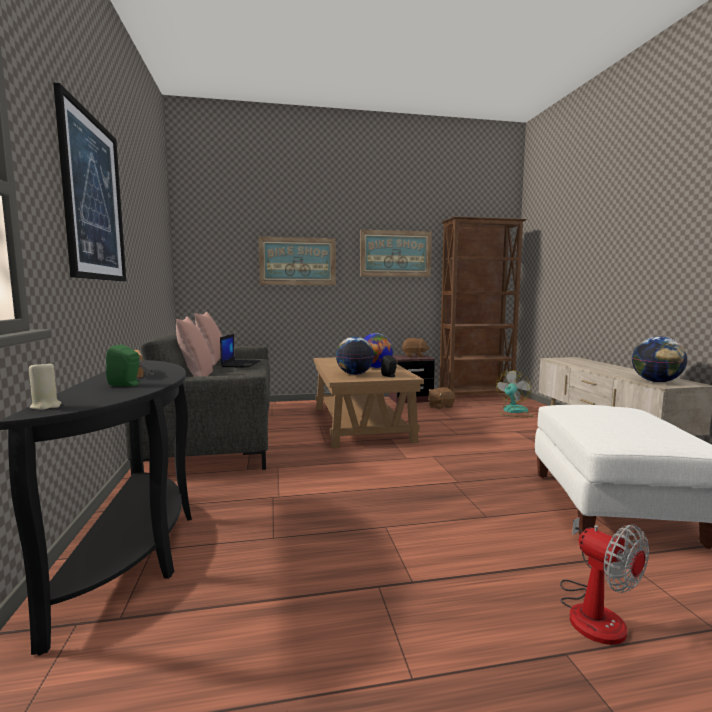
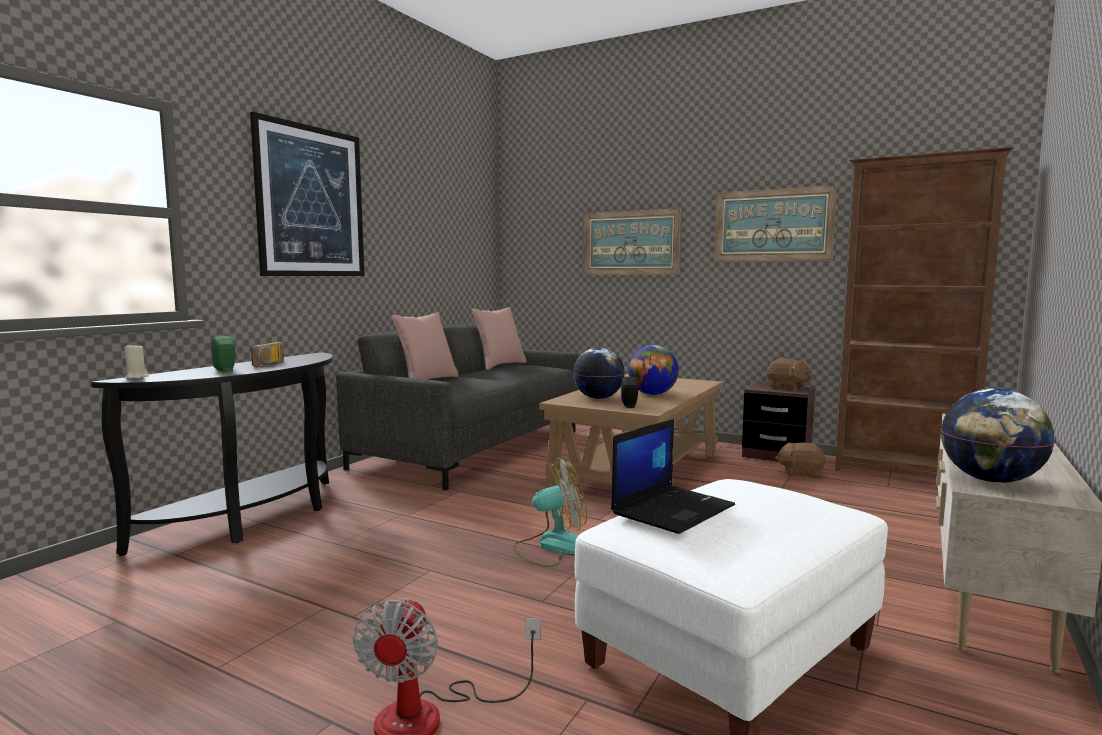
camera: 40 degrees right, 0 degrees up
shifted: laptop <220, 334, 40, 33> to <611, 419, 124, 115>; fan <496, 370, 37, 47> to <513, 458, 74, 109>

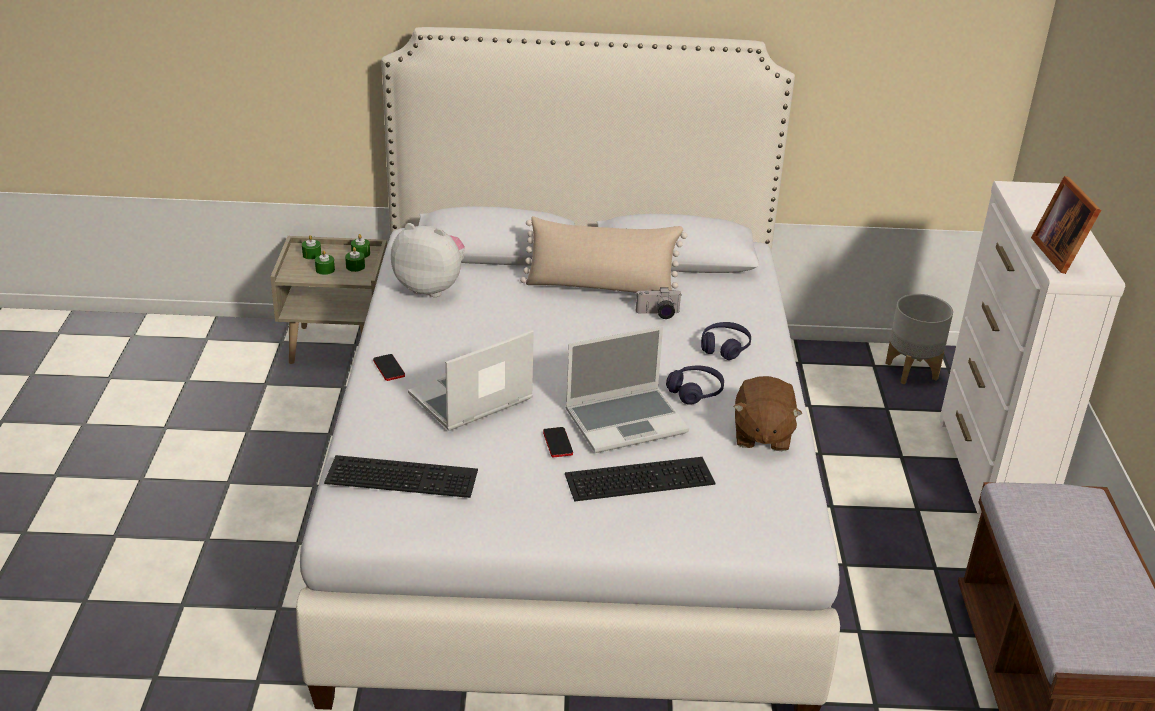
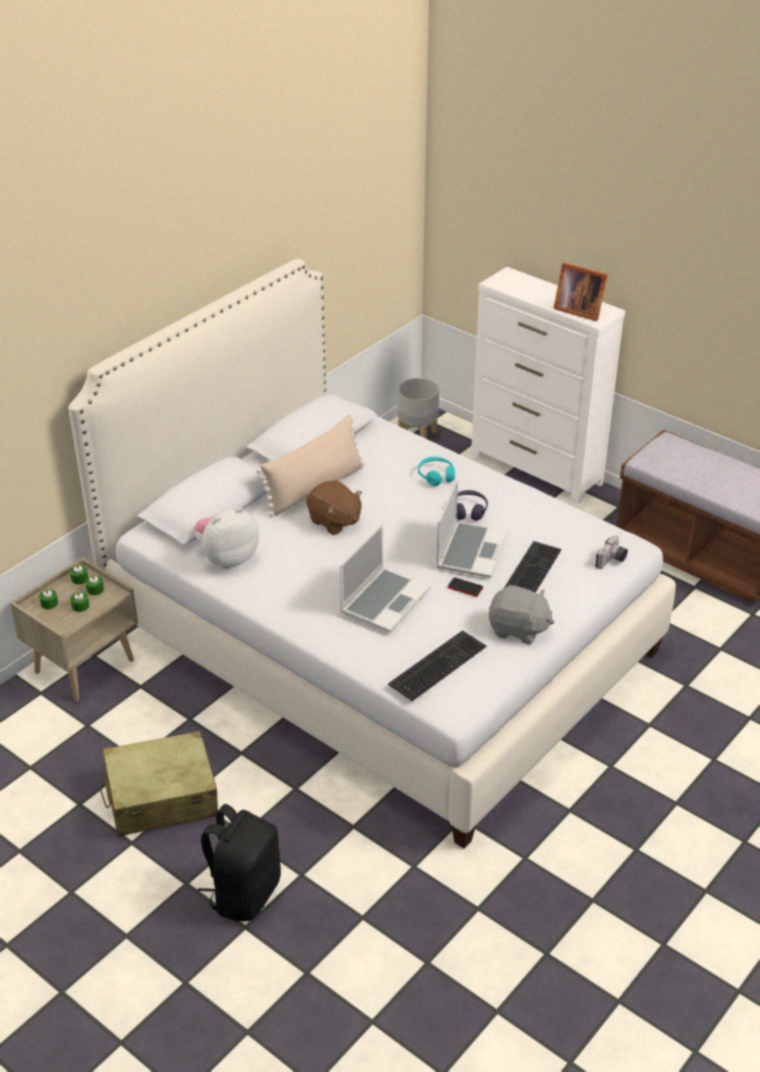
camera: 50 degrees left, 5 degrees up
gone: phone <373, 354, 32, 27>
new: beige suitcase <100, 731, 119, 106>; black backpack <198, 804, 83, 117>; grey plush toy <489, 585, 65, 59>
shifted: photo camera <636, 287, 45, 32> to <595, 535, 33, 34>; brown plush toy <733, 376, 69, 75> to <306, 480, 56, 55>
repainted: purple headphones <701, 322, 50, 38> to turquoise headphones <418, 457, 37, 29>
rotated: laptop <408, 330, 126, 101> = <340, 524, 90, 109> 150 degrees counterclockwise

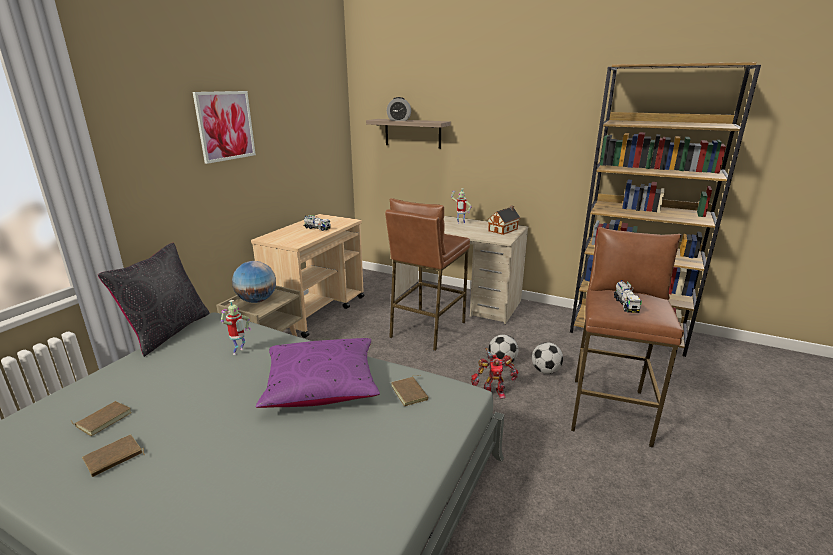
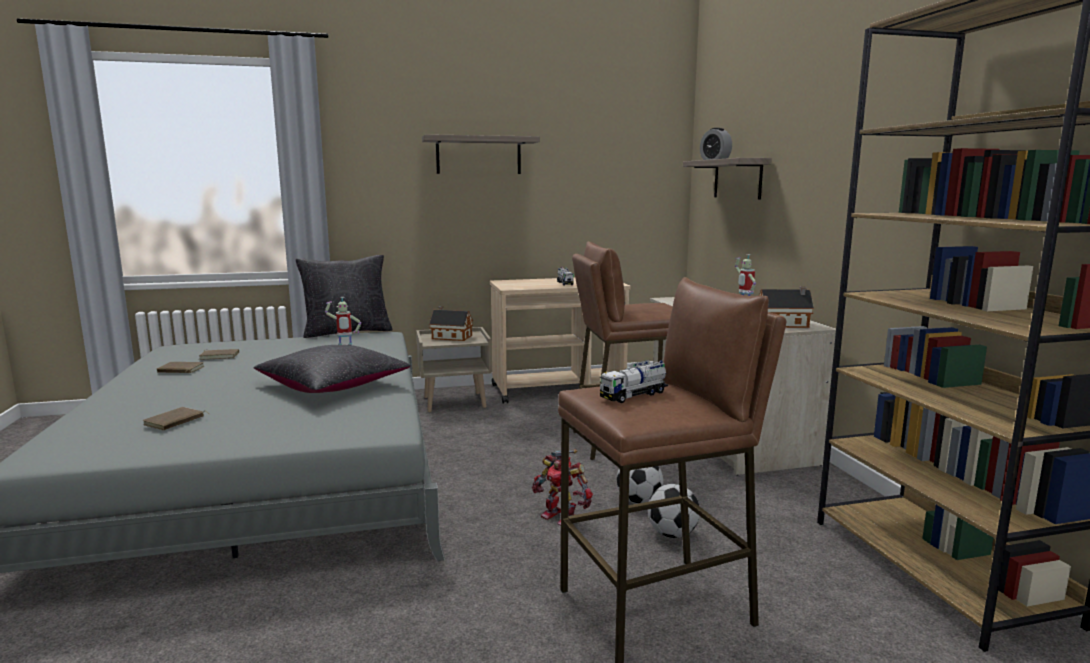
camera: 50 degrees right, 10 degrees down
shifted: brown book <391, 375, 37, 31> to <143, 407, 66, 23>
swapped: picture <193, 91, 63, 73> to shelf <422, 134, 118, 40>; globe <232, 261, 44, 42> to toy house <429, 306, 44, 35>
repainted: purple pillow <256, 338, 124, 70> to black pillow <254, 345, 156, 48>

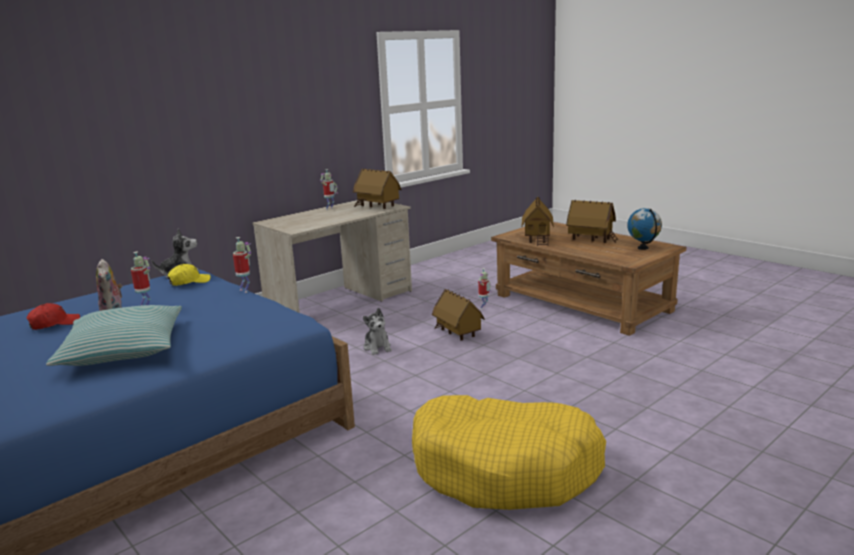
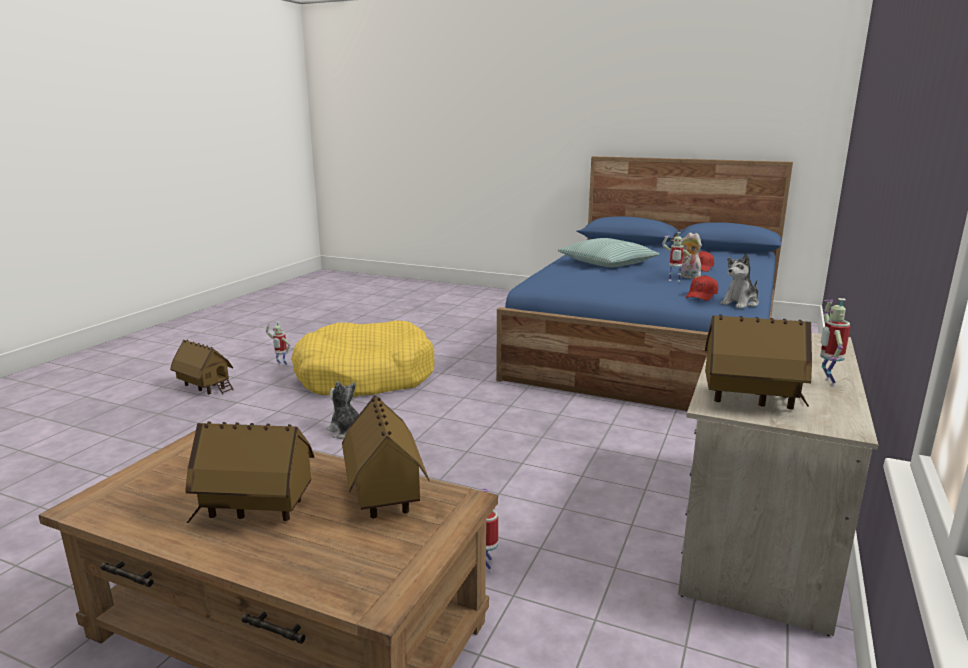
camera: 155 degrees right, 0 degrees up
gone: globe <627, 208, 35, 42>
shifted: toy robot <233, 237, 18, 56> to <266, 322, 24, 45>; plush toy <363, 308, 29, 47> to <326, 381, 33, 58>; toy house <432, 289, 53, 52> to <170, 340, 64, 55>
repainted: yellow cap <168, 264, 43, 22> to red cap <686, 275, 32, 26>

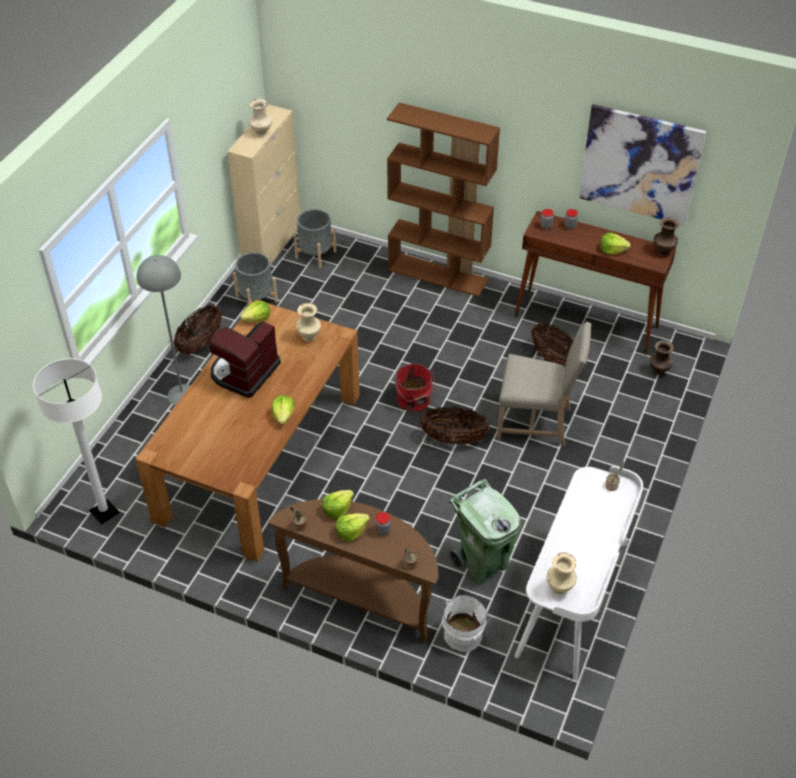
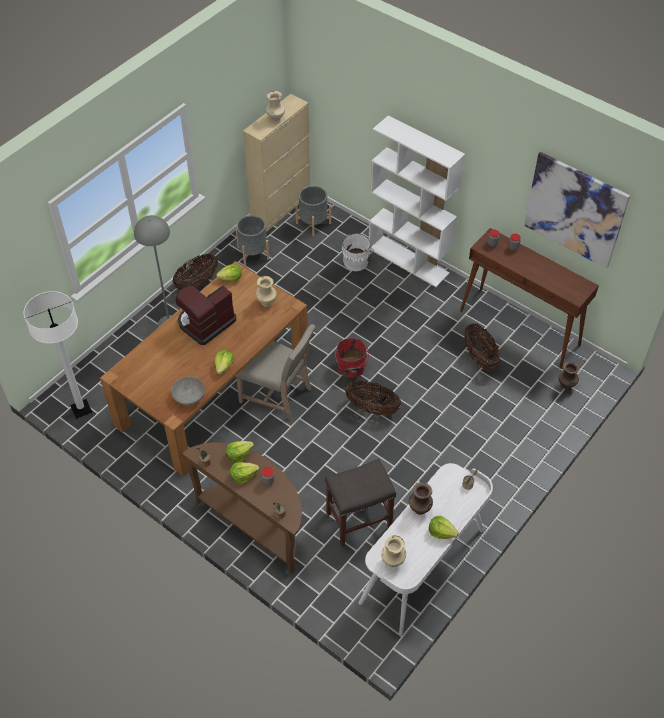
camera: 15 degrees right, 5 degrees up
new: grey bowl <171, 376, 34, 29>
shifted: white bucket <442, 595, 48, 57> to <342, 233, 32, 38>; beige chair <497, 322, 95, 124> to <236, 324, 80, 96>; lettuce <600, 232, 31, 22> to <429, 516, 30, 23>; brown vase <654, 217, 25, 39> to <409, 482, 24, 33>
swapped: green trash can <449, 479, 73, 106> to grey stool <325, 459, 71, 88>
repainted: brown bookcase <387, 103, 113, 194> to white bookcase <369, 115, 96, 172>

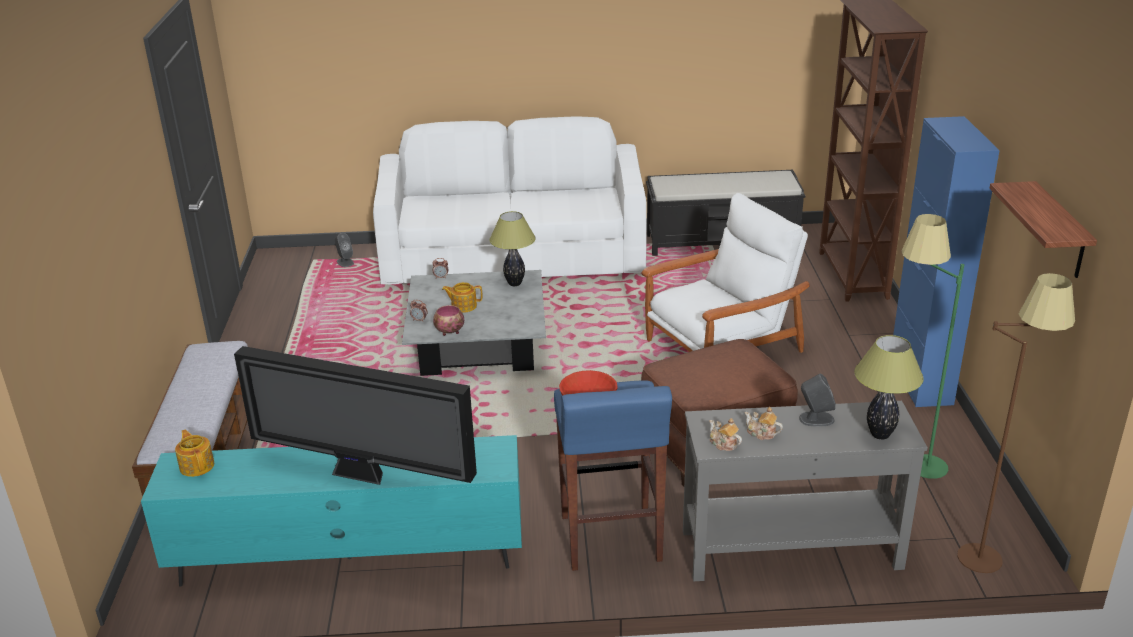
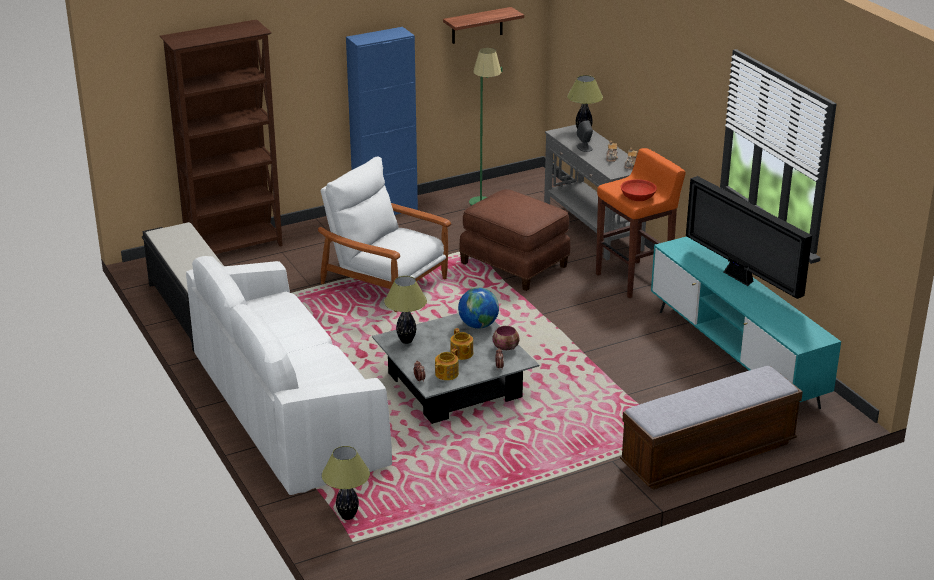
camera: 115 degrees left, 0 degrees up
gone: brown floor lamp <957, 273, 118, 300>
new: globe <458, 288, 41, 41>
shifted: teapot <175, 429, 39, 48> to <435, 349, 24, 31>
swapped: grey speaker <335, 233, 19, 34> to table lamp <322, 446, 48, 74>
repainted: blue stool <554, 380, 118, 191> to orange stool <596, 148, 90, 150>
rotated: television <234, 346, 243, 139> = <686, 176, 126, 123> 150 degrees clockwise

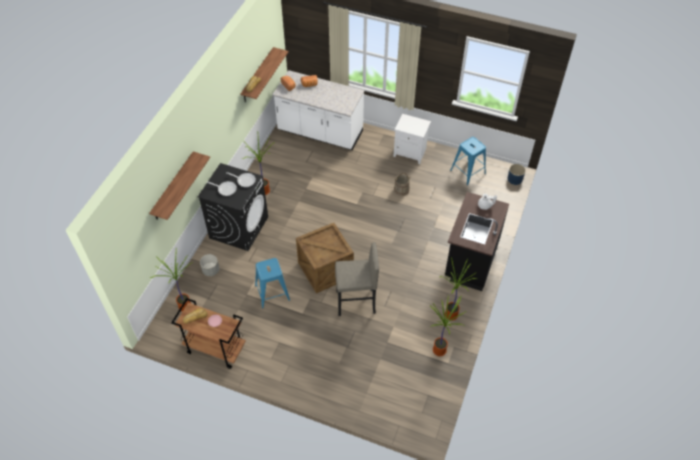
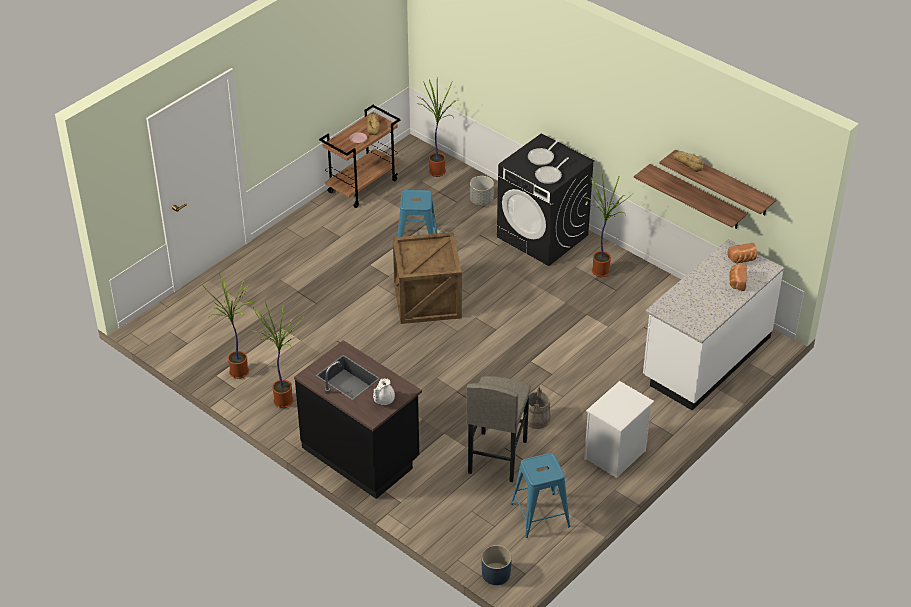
camera: 110 degrees right, 10 degrees down
shifted: shelf <149, 152, 61, 68> to <634, 164, 114, 65>; grey stool <335, 242, 44, 74> to <467, 376, 64, 106>

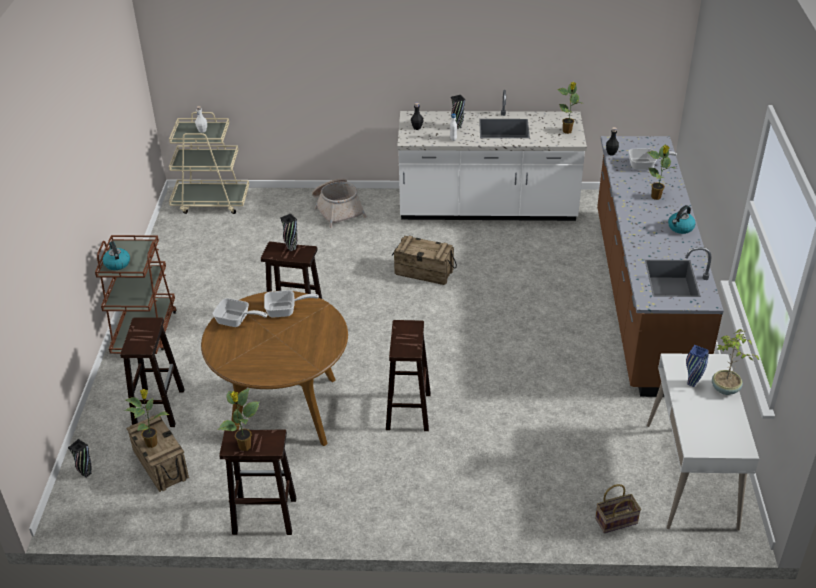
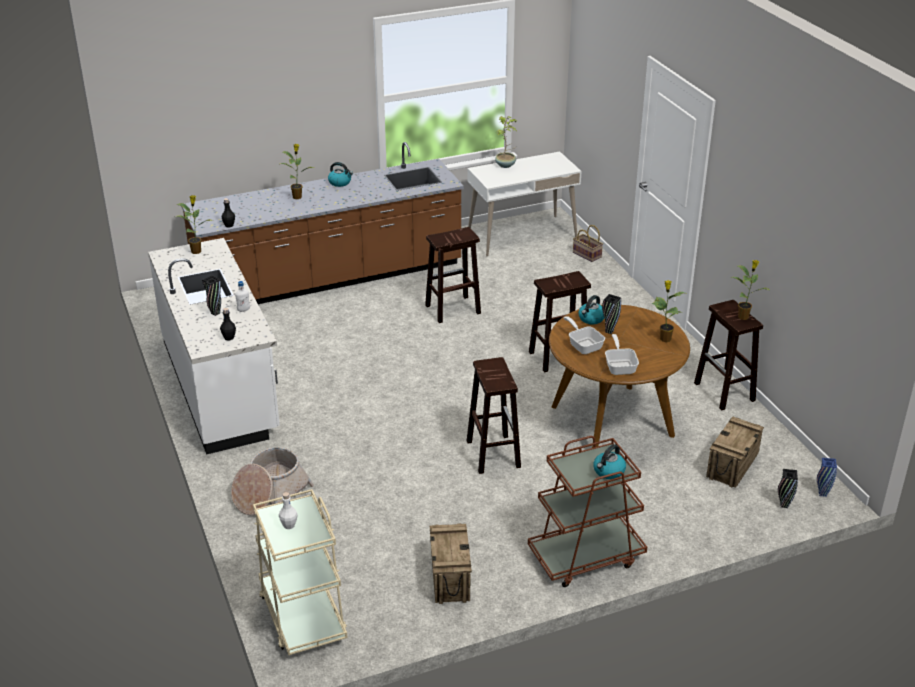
camera: 115 degrees left, 5 degrees down
gone: frying pan <628, 148, 49, 22>
new: kettle <578, 295, 26, 29>
shifted: brown stool <120, 318, 65, 109> to <425, 227, 56, 96>; potted plant <124, 389, 45, 59> to <651, 280, 34, 62>; black vase <280, 214, 18, 37> to <602, 294, 19, 40>; crate <392, 236, 65, 49> to <430, 523, 42, 81>; blue vase <686, 345, 23, 42> to <817, 458, 20, 39>

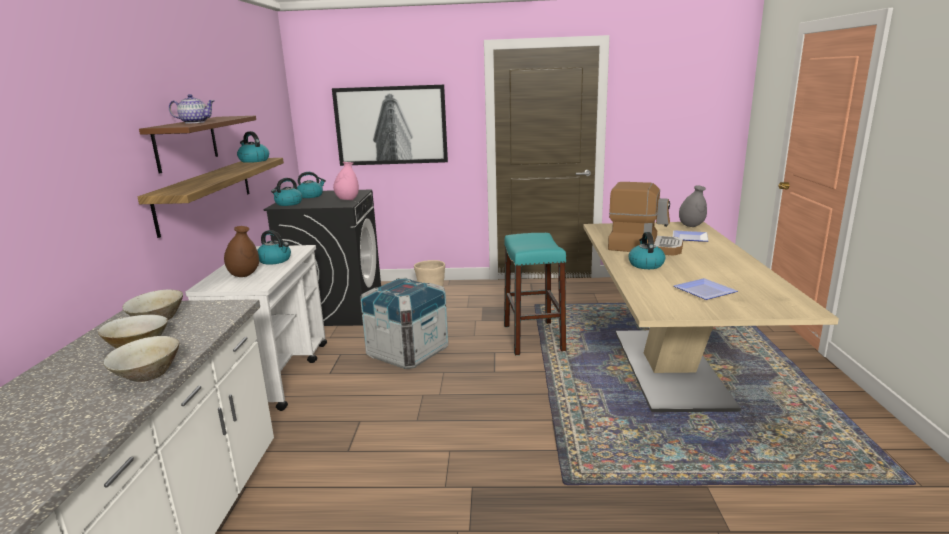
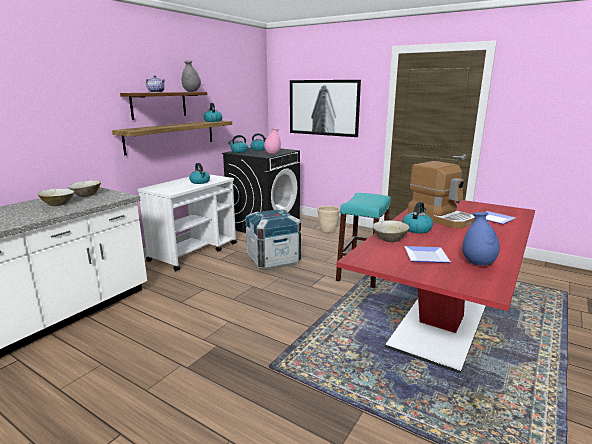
camera: 30 degrees right, 0 degrees up
gone: brown vase <224, 226, 35, 51>
new: blue vase <462, 212, 38, 53>
shifted: beige bowl <104, 336, 75, 46> to <373, 220, 37, 22>; grey vase <679, 186, 28, 41> to <182, 61, 19, 31>
repainted: beige dining table <583, 221, 256, 191> to red dining table <336, 200, 199, 174>

